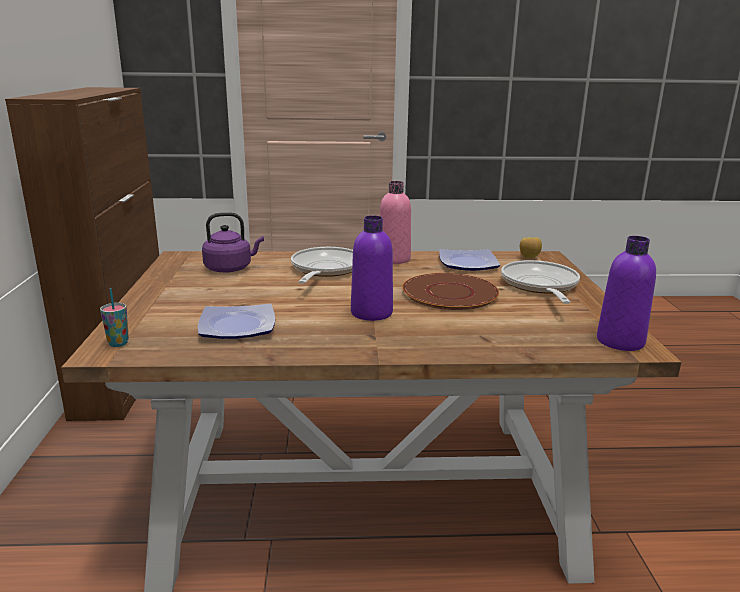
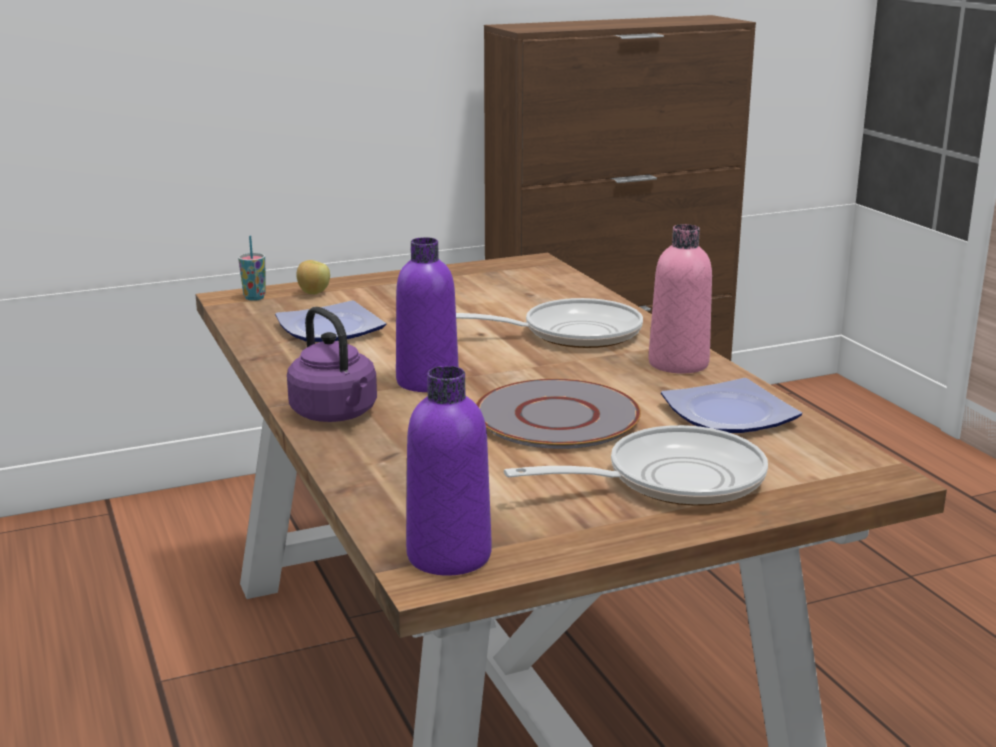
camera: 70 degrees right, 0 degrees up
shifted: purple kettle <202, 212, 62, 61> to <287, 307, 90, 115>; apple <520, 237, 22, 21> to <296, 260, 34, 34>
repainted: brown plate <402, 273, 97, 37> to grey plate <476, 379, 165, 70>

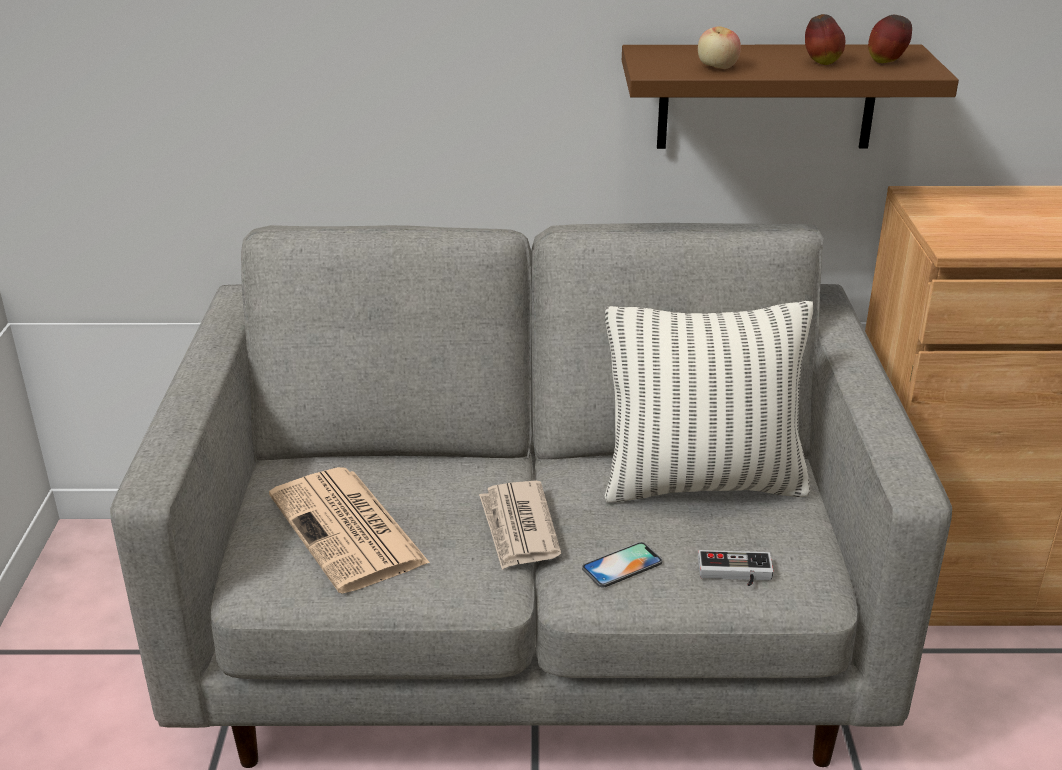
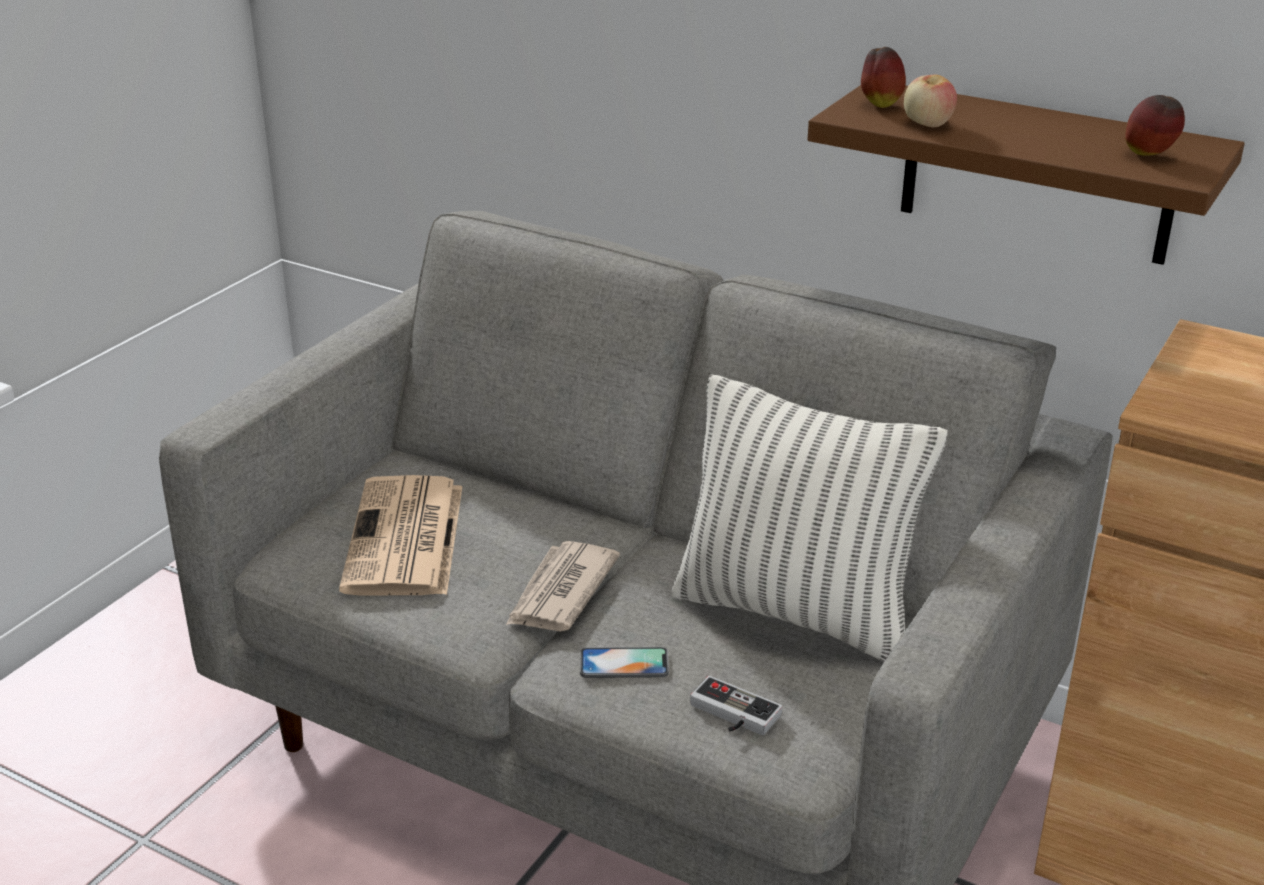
camera: 30 degrees right, 0 degrees up
shifted: apple <805, 14, 40, 51> to <861, 47, 45, 61>

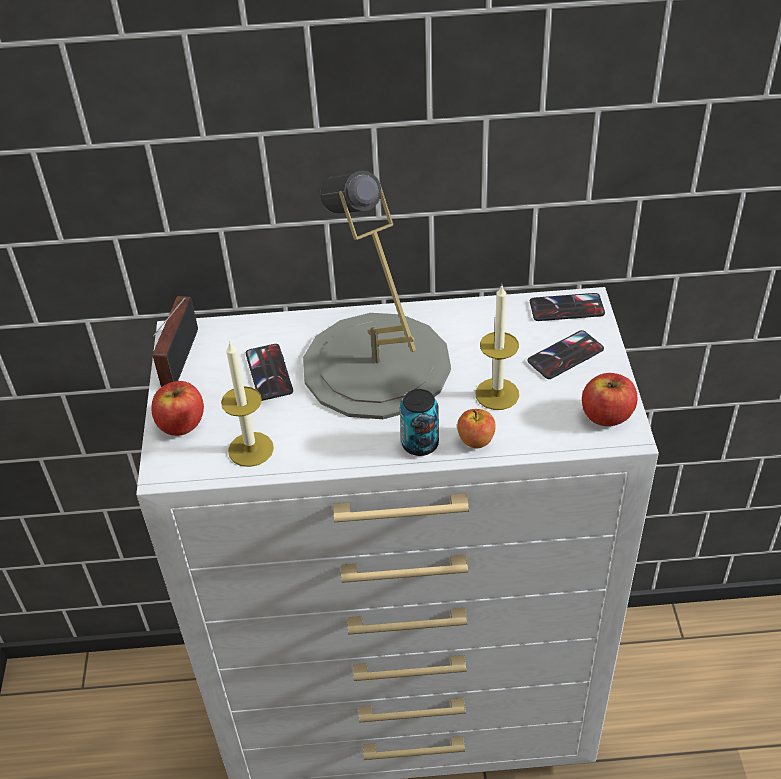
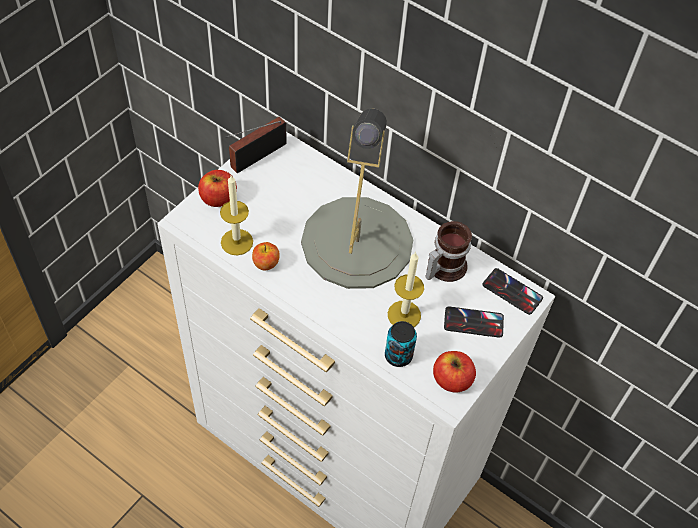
camera: 35 degrees right, 10 degrees up
gone: phone <246, 344, 47, 57>
new: mug <425, 221, 47, 61>
shifted: can <400, 389, 39, 67> to <385, 321, 32, 46>; apple <457, 409, 39, 39> to <252, 242, 28, 28>

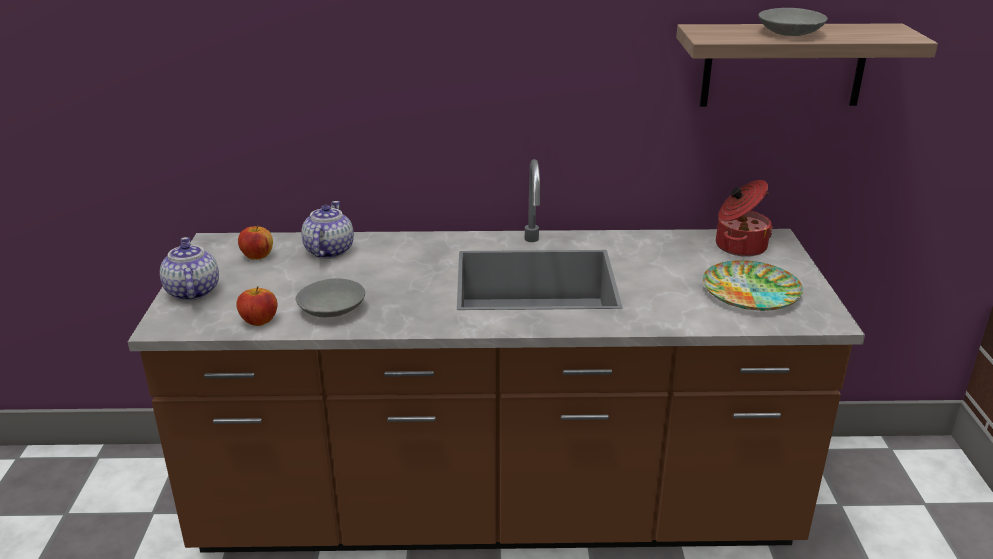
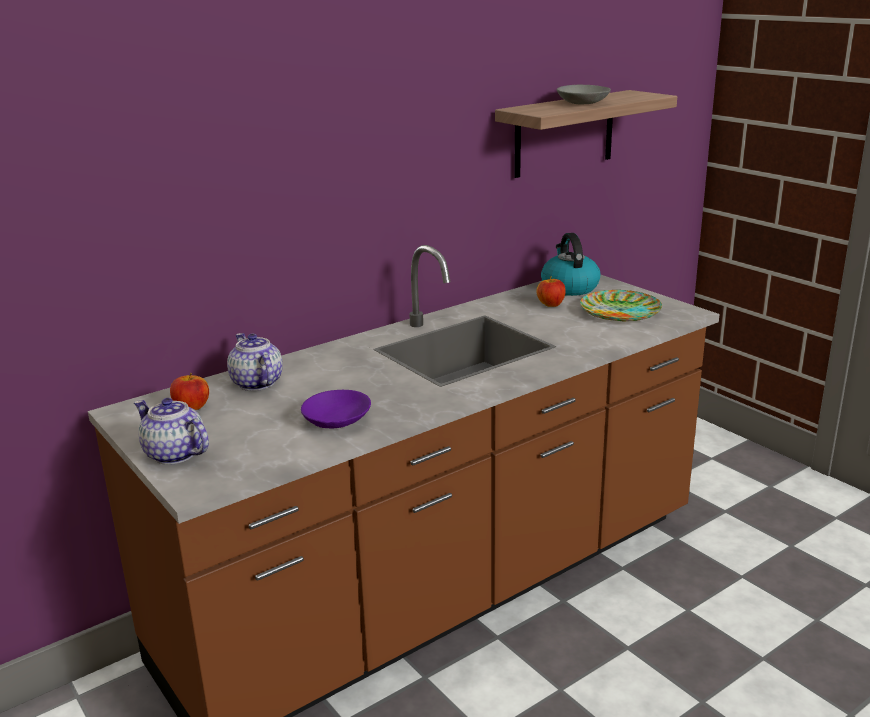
camera: 35 degrees left, 5 degrees down
shifted: apple <236, 286, 42, 40> to <537, 276, 29, 31>
swapped: cooking pot <716, 180, 57, 77> to kettle <541, 233, 60, 63>
repainted: grey bowl <296, 278, 69, 39> to purple bowl <301, 390, 70, 38>

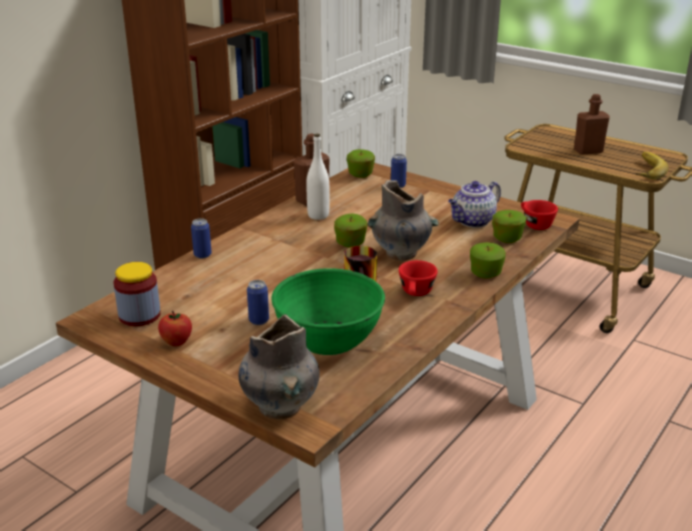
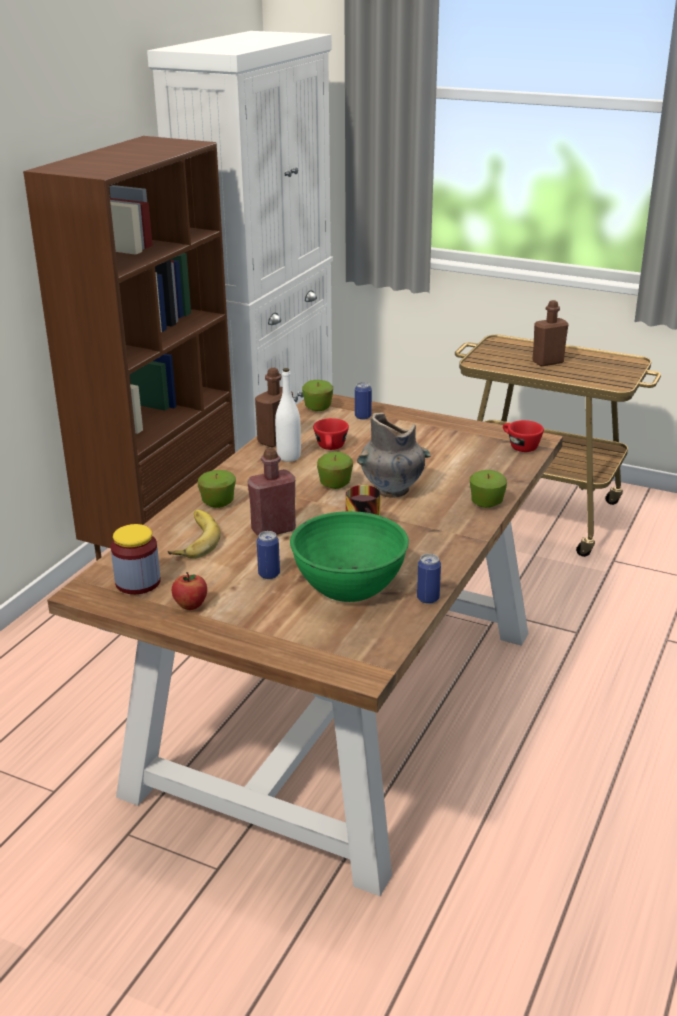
camera: 10 degrees left, 0 degrees up
gone: grey vase <238, 315, 82, 104>; teapot <448, 181, 53, 47>
new: red bottle <248, 448, 48, 88>
shifted: can <191, 218, 21, 40> to <417, 554, 24, 50>; red cup <398, 260, 40, 36> to <313, 418, 36, 32>; apple <492, 210, 34, 33> to <198, 470, 38, 38>; banana <636, 152, 32, 27> to <168, 510, 53, 49>

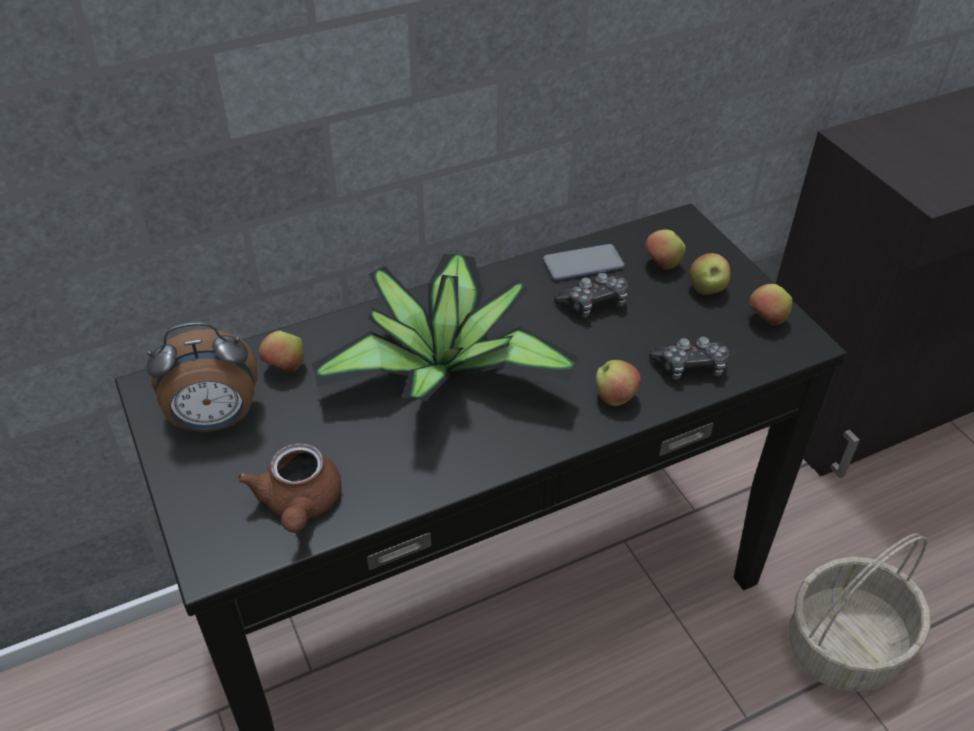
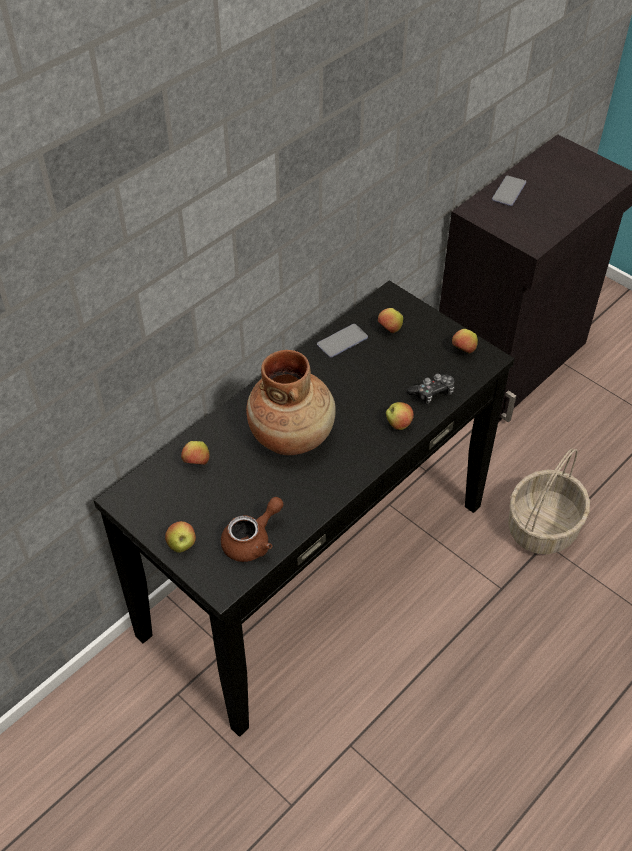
camera: 20 degrees left, 5 degrees up
gone: alarm clock <146, 322, 112, 110>; game controller <554, 273, 74, 44>
new: phone <492, 175, 34, 31>
shifted: apple <689, 253, 41, 42> to <165, 521, 31, 32>
swapped: potted plant <312, 253, 266, 148> to brown vase <246, 350, 90, 105>
rotated: brown teapot <237, 443, 104, 90> = <221, 497, 62, 65> 105 degrees counterclockwise

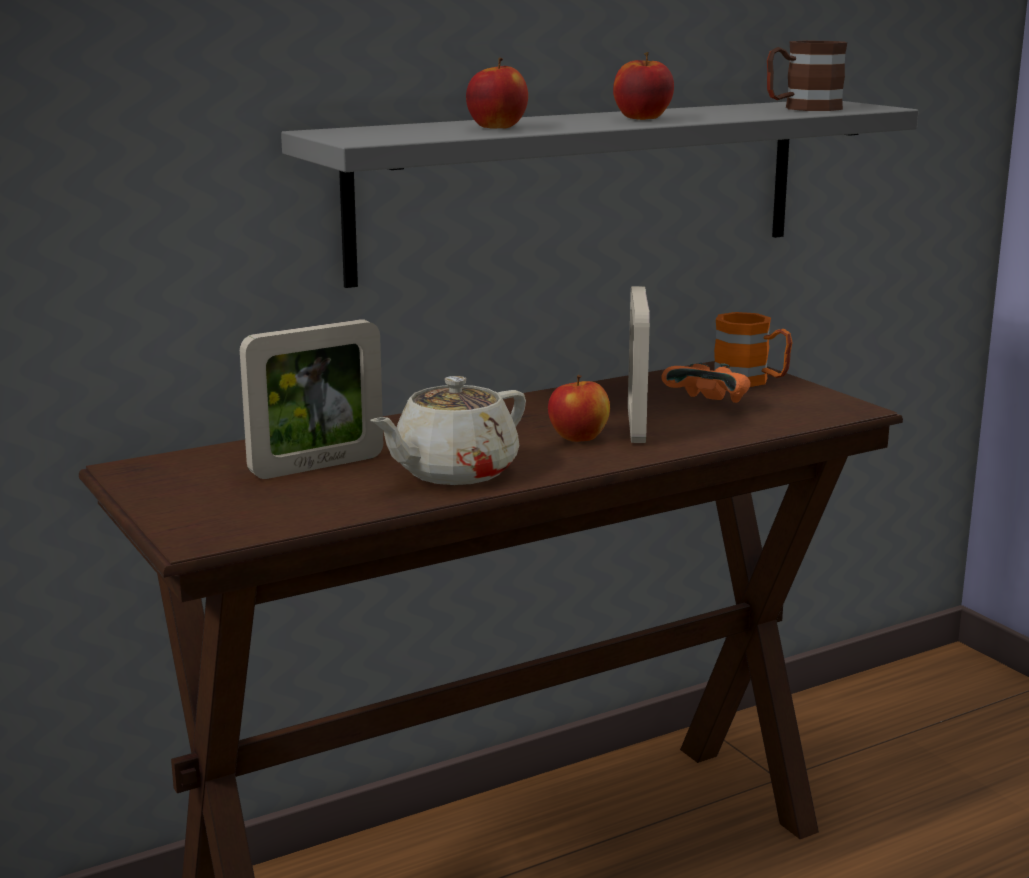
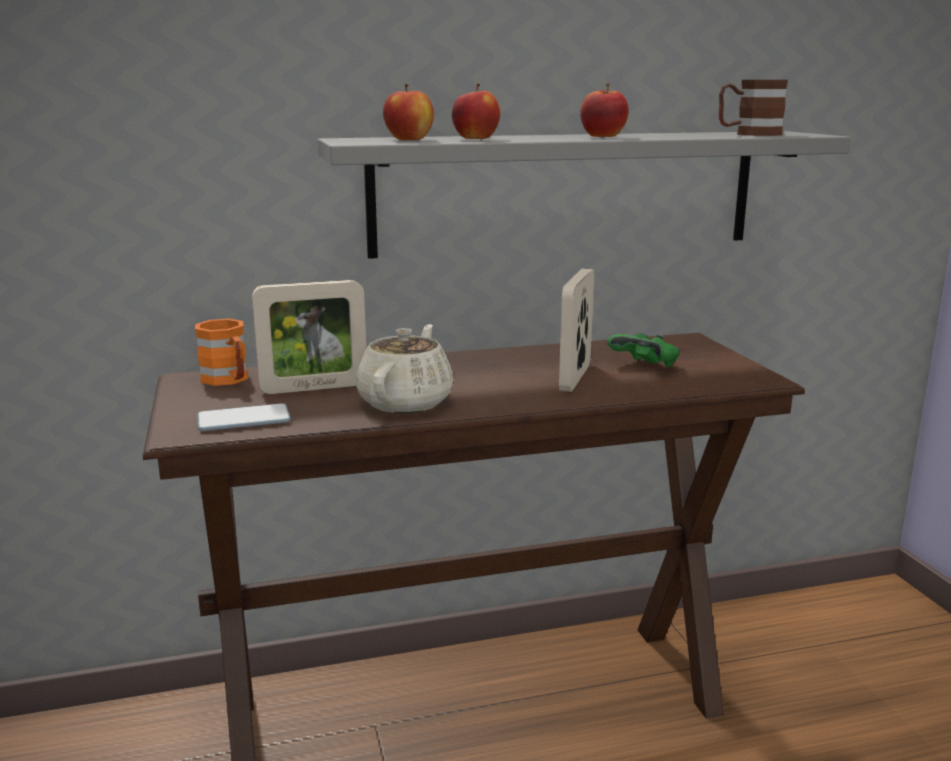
camera: 15 degrees right, 0 degrees up
new: phone <197, 403, 93, 28>
shifted: apple <548, 375, 62, 67> to <383, 83, 51, 57>; orange mug <714, 312, 78, 75> to <195, 319, 53, 67>
repainted: orange game controller <661, 363, 90, 40> to green game controller <607, 333, 73, 34>
rotated: beige teapot <370, 376, 156, 109> = <356, 324, 98, 89> 135 degrees clockwise

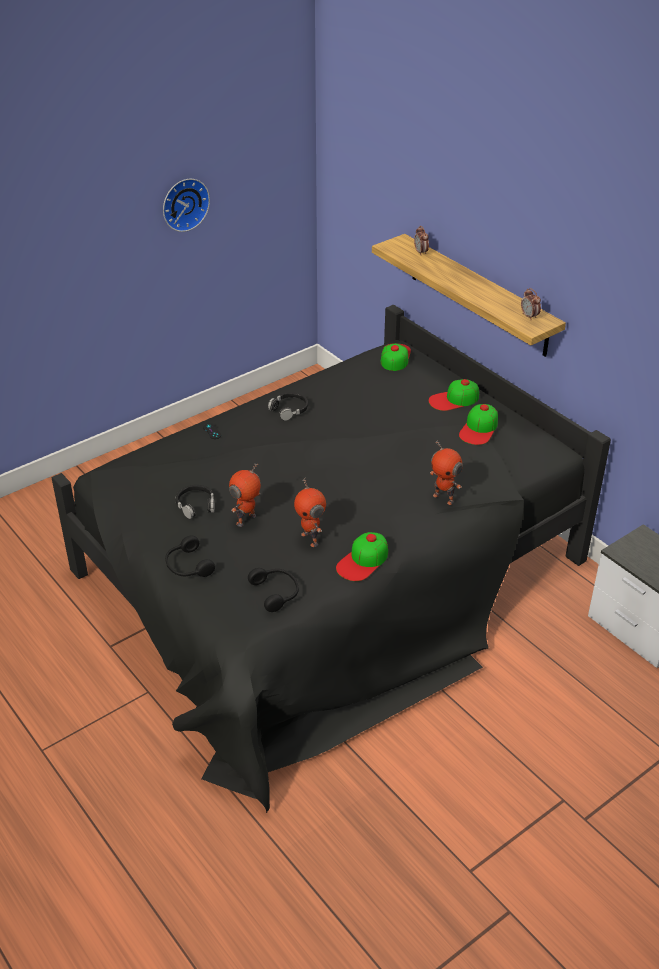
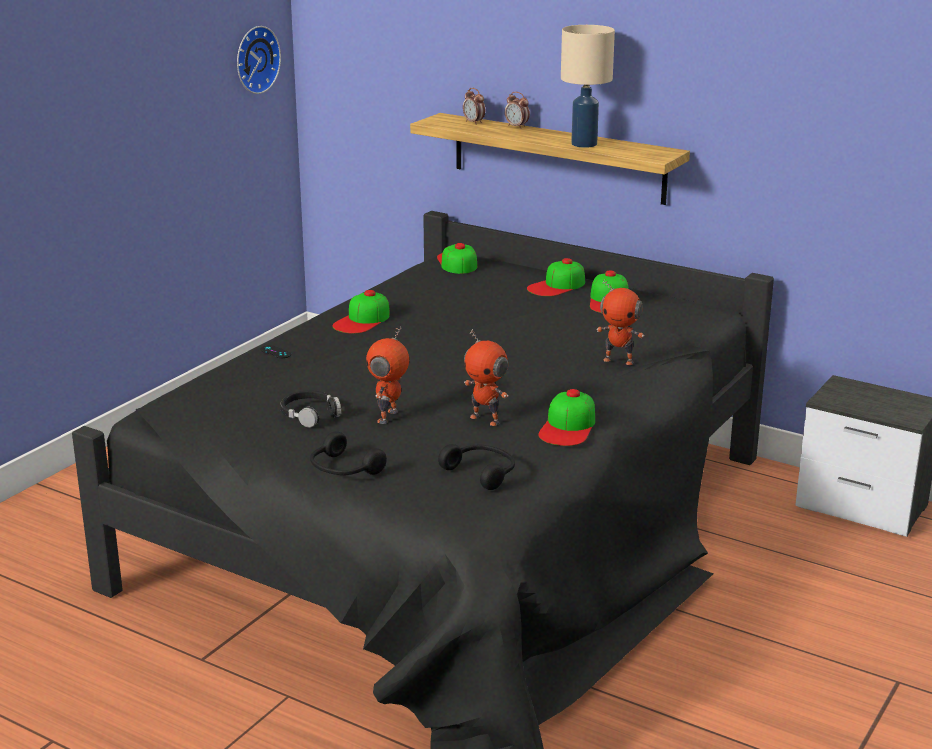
camera: 20 degrees left, 15 degrees down
new: beige table lamp <561, 25, 54, 123>
shifted: wall clock <163, 179, 47, 53> to <237, 26, 44, 68>; alarm clock <521, 288, 20, 31> to <505, 92, 25, 37>
swapped: black headphones <268, 392, 40, 29> to cap <332, 290, 58, 43>

